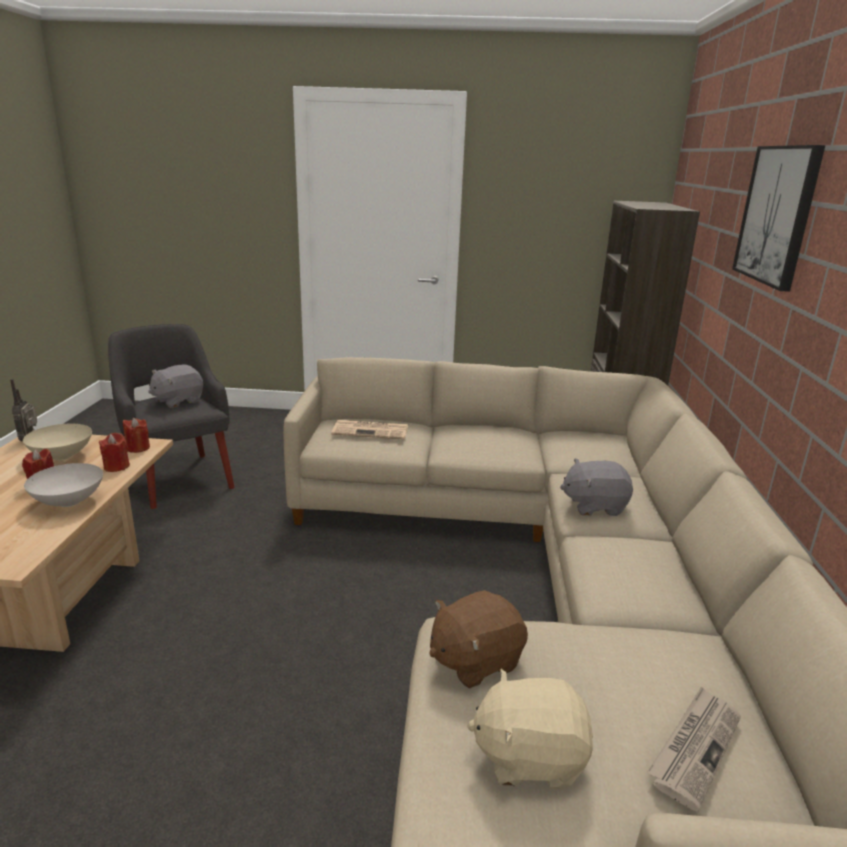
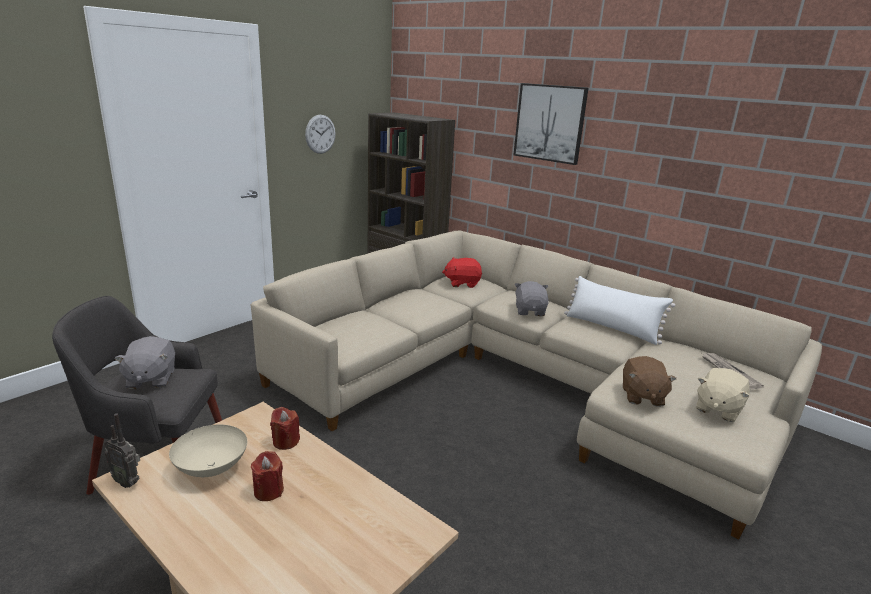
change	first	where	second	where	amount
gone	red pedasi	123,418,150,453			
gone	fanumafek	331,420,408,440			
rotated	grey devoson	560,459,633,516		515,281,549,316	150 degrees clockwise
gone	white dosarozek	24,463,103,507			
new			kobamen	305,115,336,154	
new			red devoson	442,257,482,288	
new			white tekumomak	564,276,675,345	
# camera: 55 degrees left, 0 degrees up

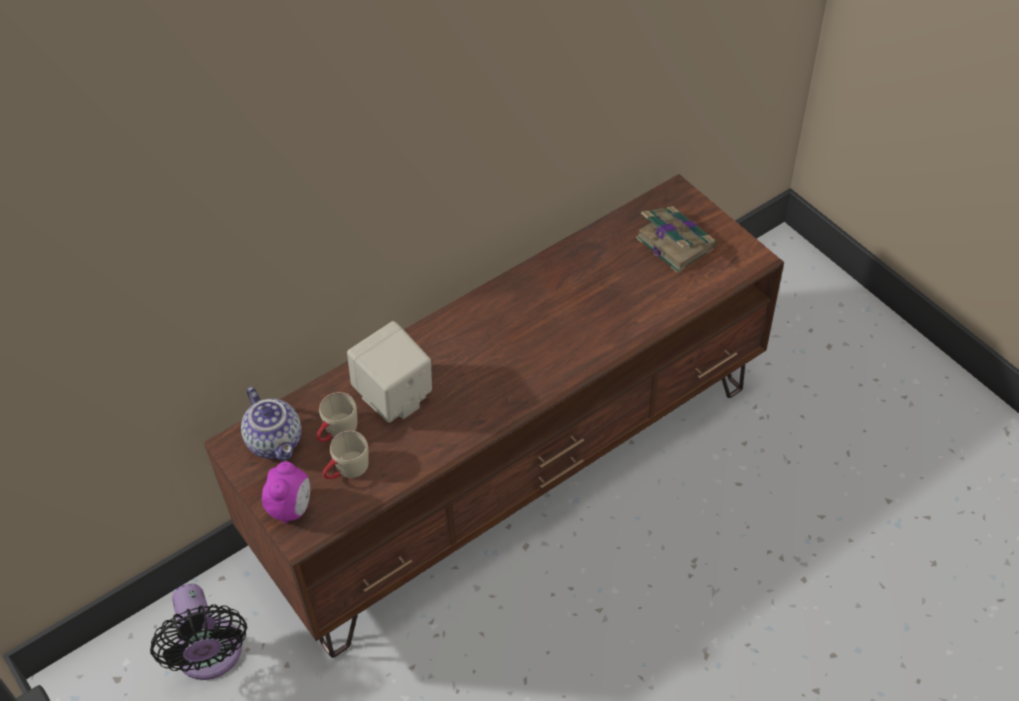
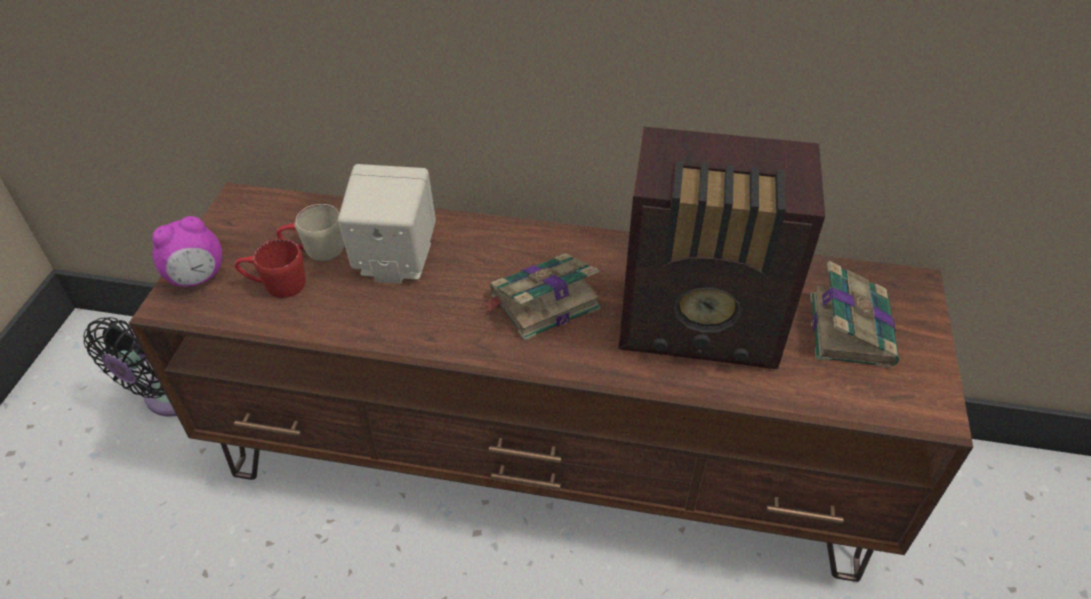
change	first	where	second	where	amount
gone	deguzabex	241,387,301,461			
repainted	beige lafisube	323,431,369,479	red lafisube	235,239,306,298	
new			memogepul	619,127,825,369	
new			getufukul	482,253,601,341	
# camera: 45 degrees right, 5 degrees down

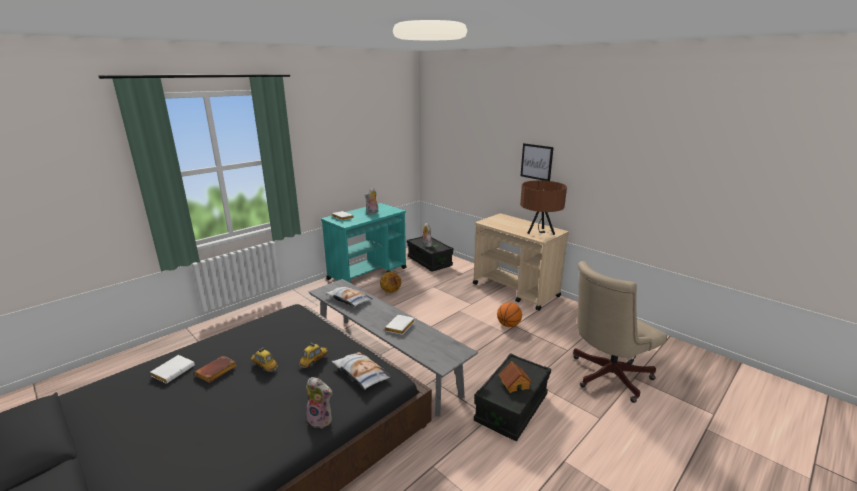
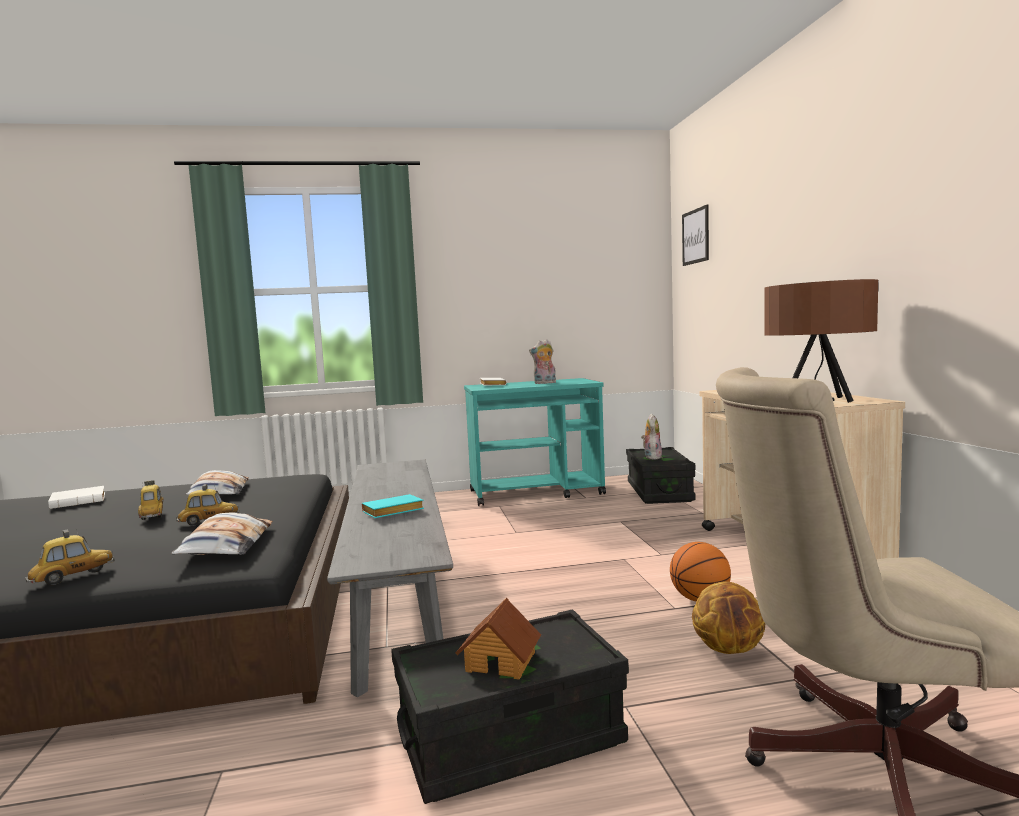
change	first	where	second	where	amount
shifted	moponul	521,143,554,181		682,205,709,266	
shifted	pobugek	380,272,401,293		692,581,765,654	
shifted	tekumomak	325,287,373,306		186,470,249,495	
repainted	white getufukul	385,315,415,335	turquoise getufukul	362,494,424,518	
gone	brown getufukul	195,356,237,383			
swapped	devoson	306,377,333,428	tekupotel	25,528,115,585	
# camera: 35 degrees right, 15 degrees down

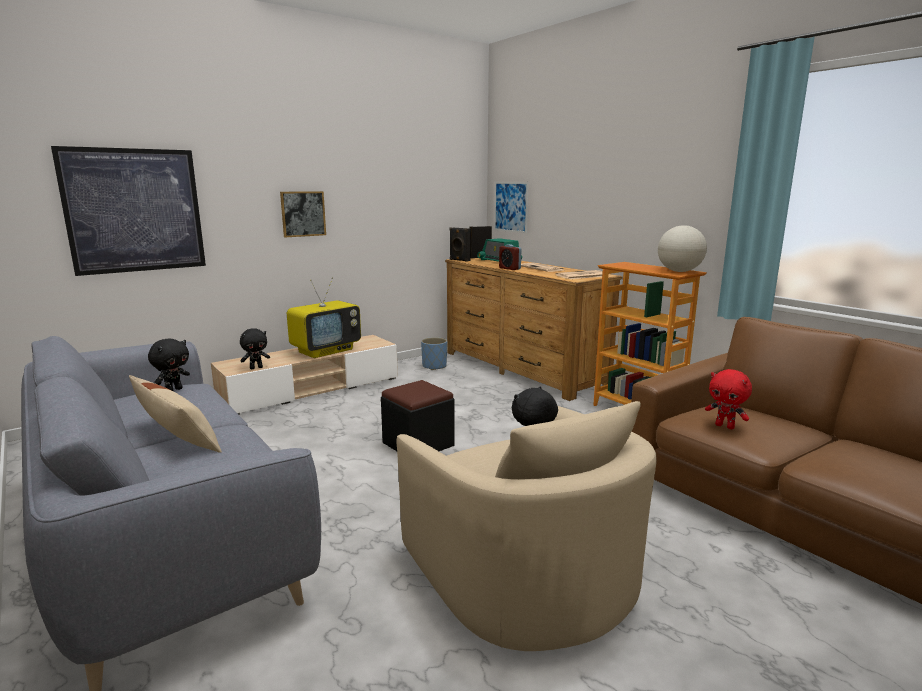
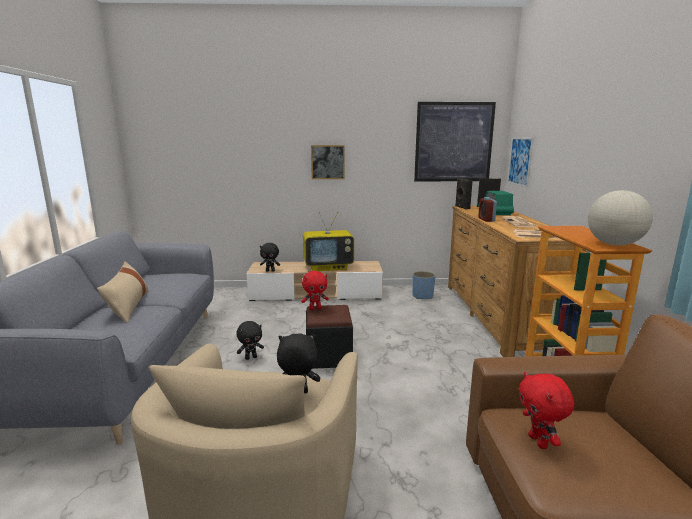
change	first	where	second	where	amount
shifted	moponul	51,146,206,276		414,102,496,181	
shifted	black devoson	148,339,190,391		236,321,264,360	
new			red devoson	301,271,329,310	
# camera: 35 degrees right, 0 degrees up

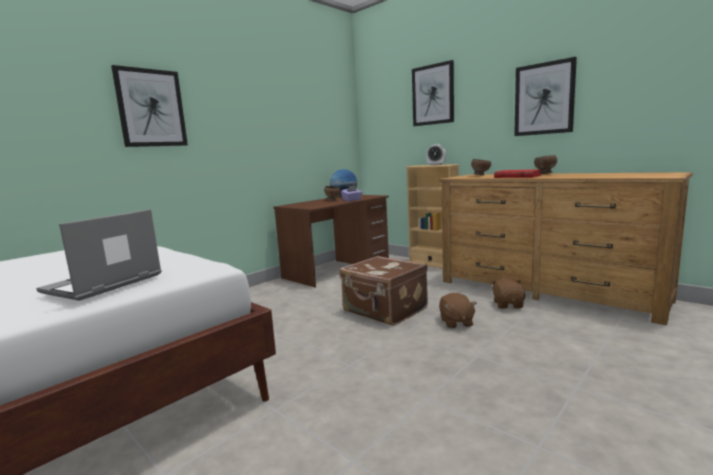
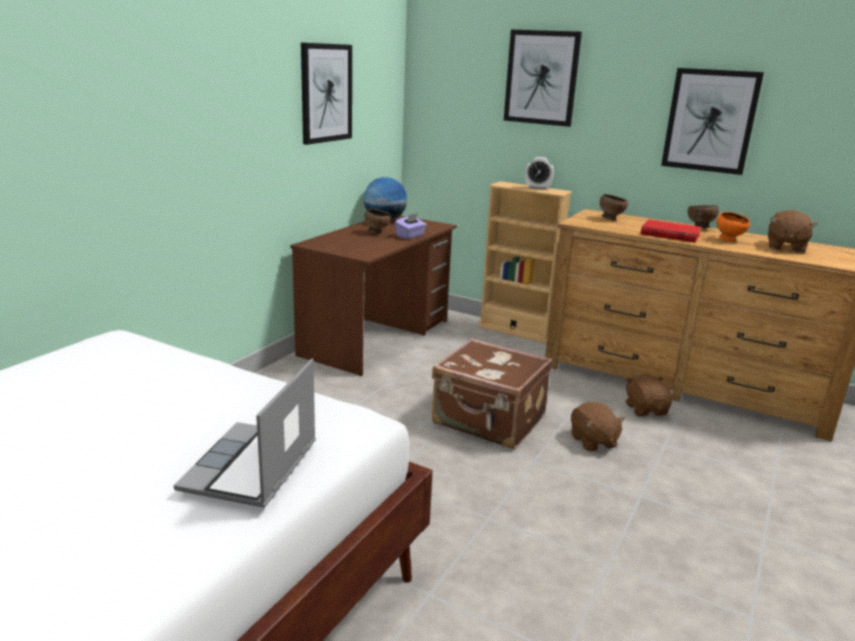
change	first	where	second	where	amount
shifted	moponul	111,65,188,147		301,43,352,145	
new			brown devoson	768,210,818,253	
new			orange dosarozek	717,212,750,242	
# camera: 15 degrees left, 10 degrees up

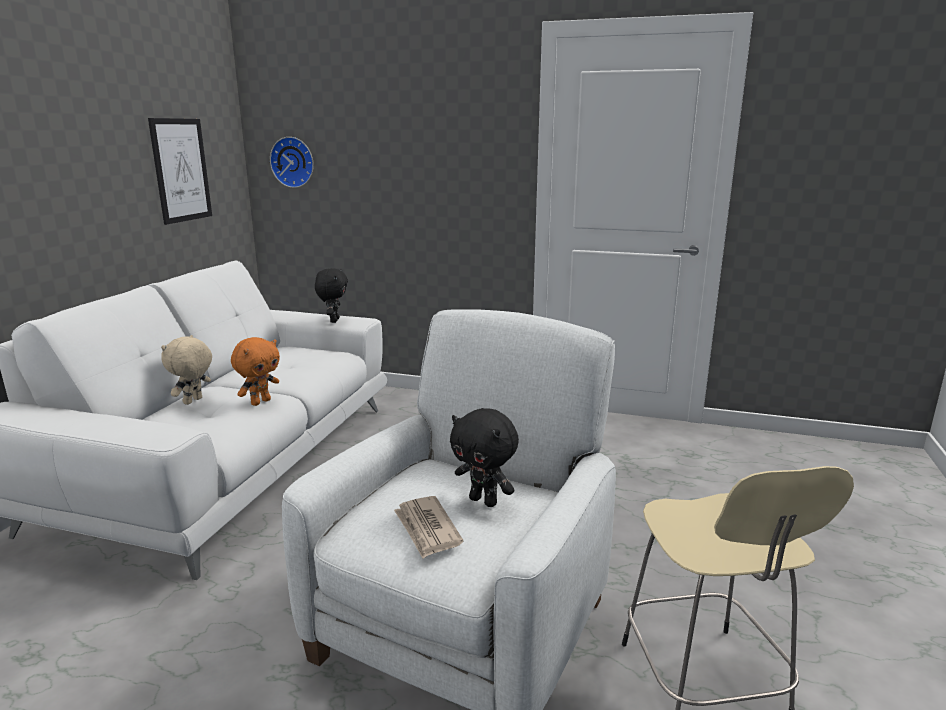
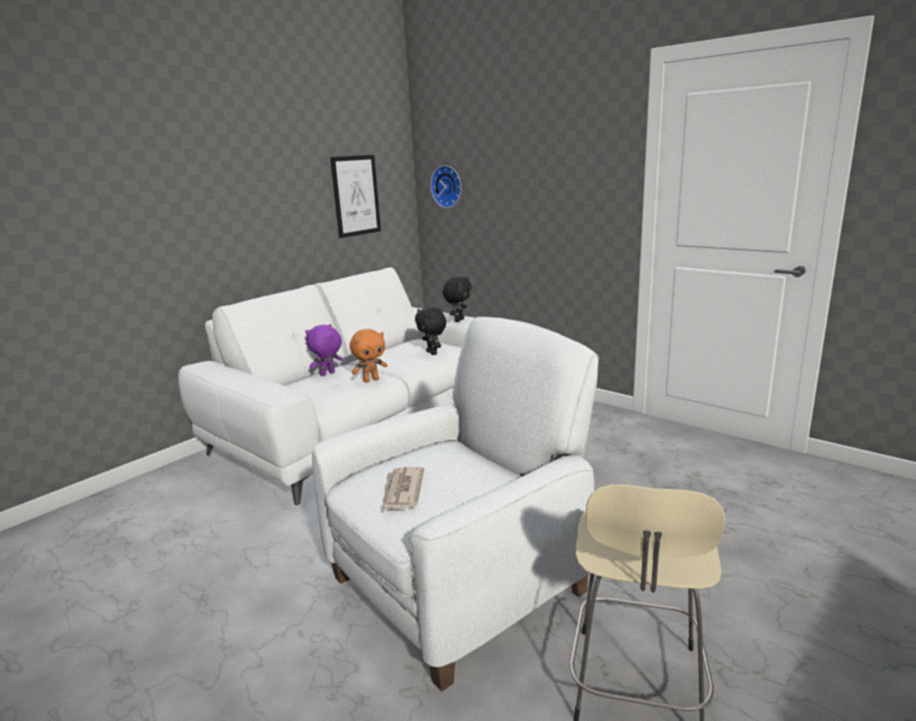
change	first	where	second	where	amount
repainted	beige devoson	161,335,212,405	purple devoson	305,324,343,376	
shifted	black devoson	450,408,519,507		415,307,446,355	
# camera: 25 degrees right, 0 degrees up

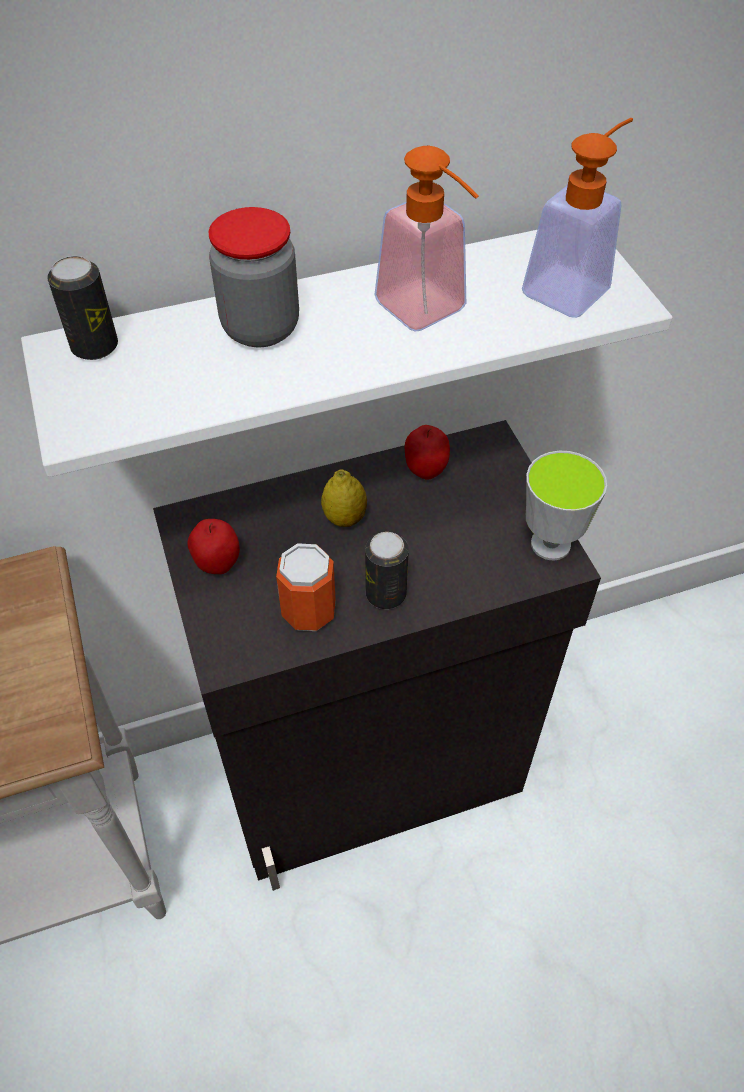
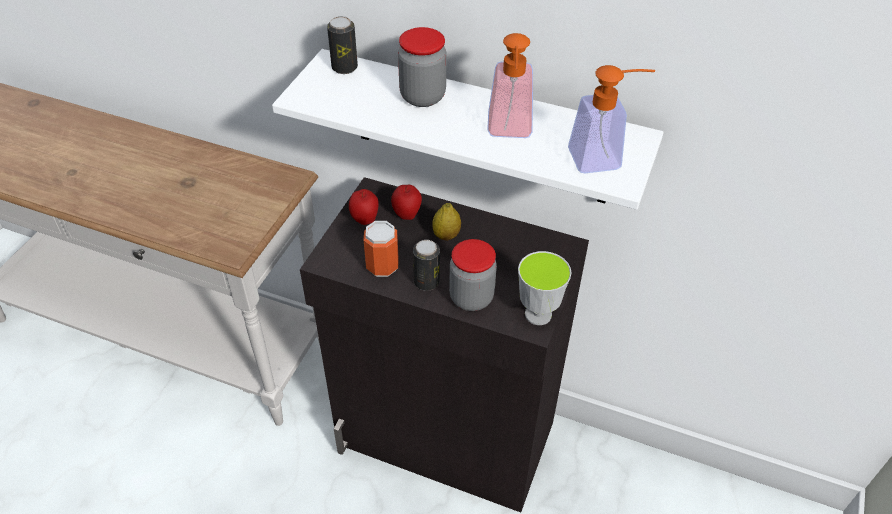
change	first	where	second	where	amount
shifted	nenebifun	405,425,450,480		391,185,422,220	
new			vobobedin	449,239,497,311	
# camera: 40 degrees right, 5 degrees down

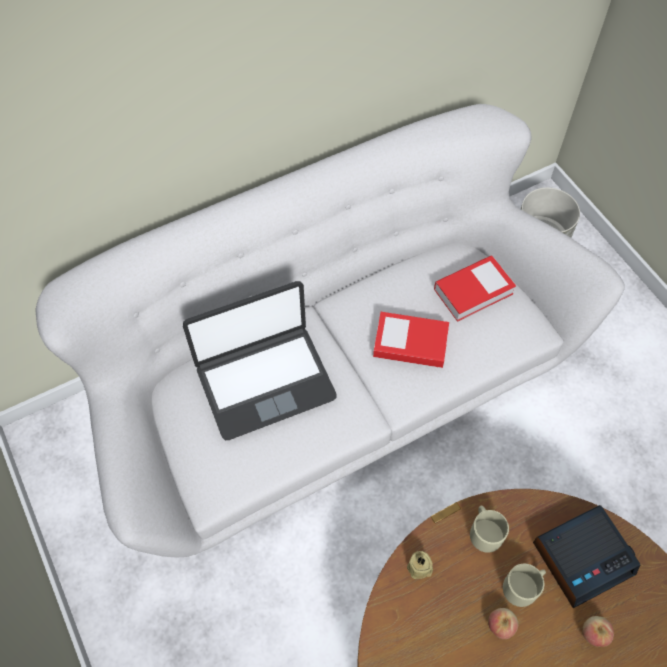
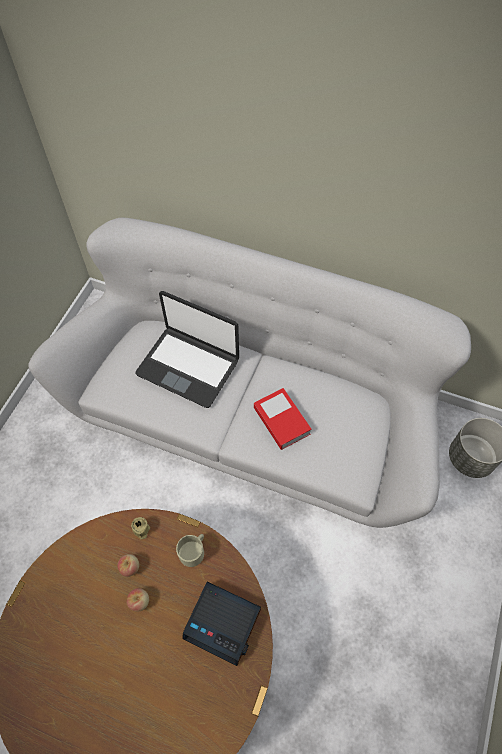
change	first	where	second	where	amount
gone	getufukul	434,255,516,322			
gone	beige lafisube	503,564,546,607			
shifted	nenebifun	582,616,614,647		117,554,139,577	
# camera: 50 degrees right, 0 degrees up

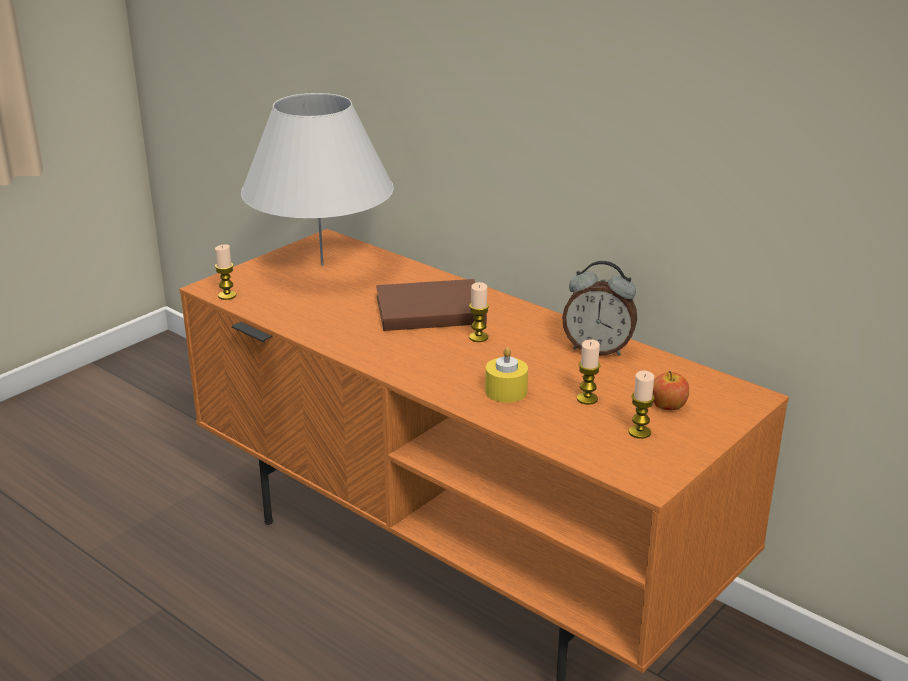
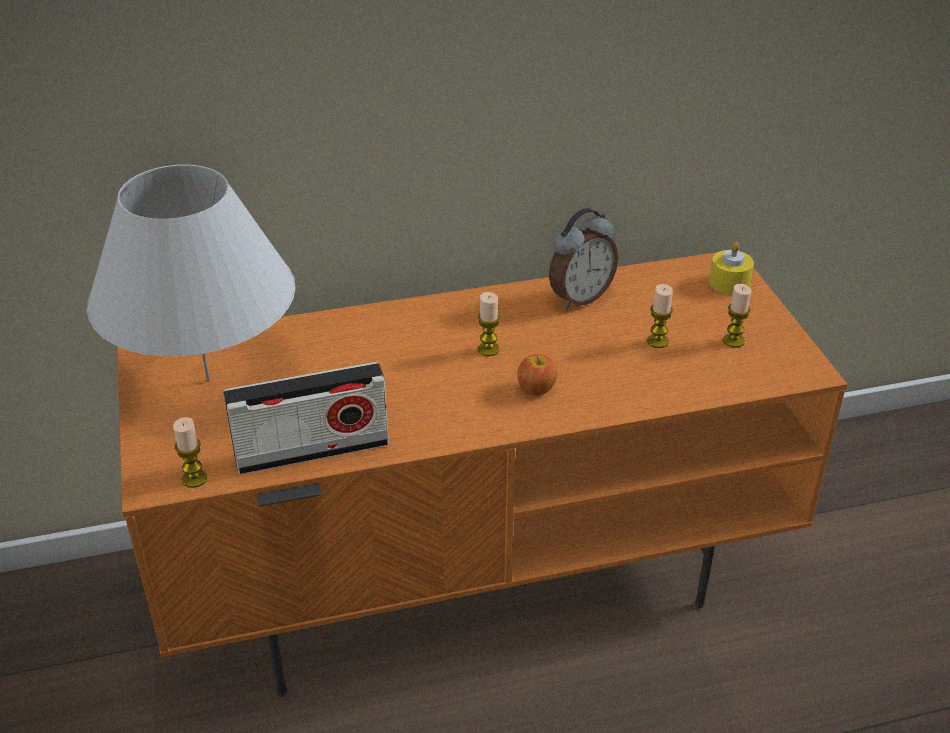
change	first	where	second	where	amount
gone	brown getufukul	376,279,487,331			
shifted	yellow pedasi	485,347,528,403		709,242,754,295	
shifted	nenebifun	653,371,689,410		517,354,557,396	
new			memogepul	223,362,389,475	
# camera: 55 degrees left, 10 degrees up

